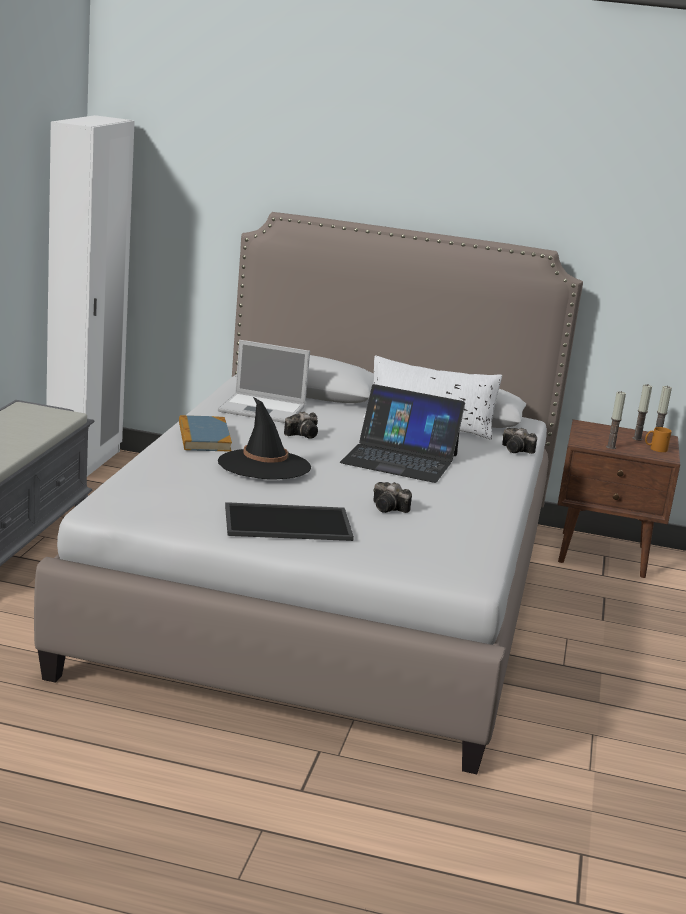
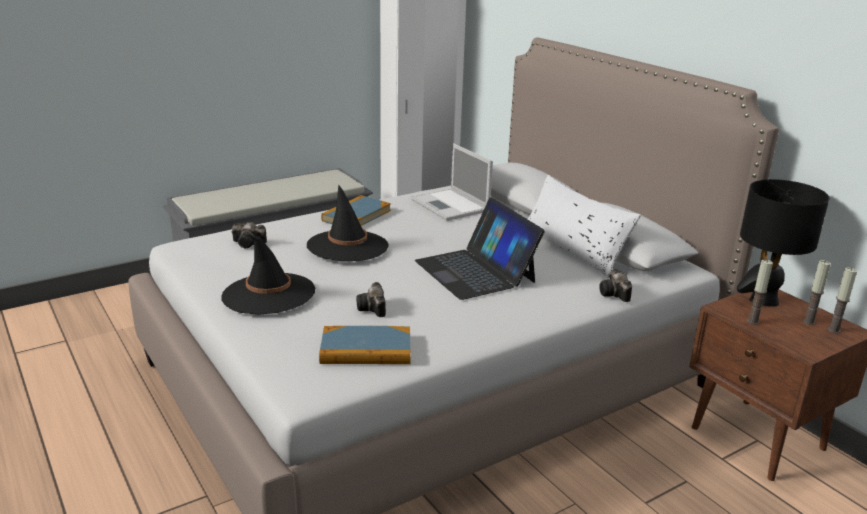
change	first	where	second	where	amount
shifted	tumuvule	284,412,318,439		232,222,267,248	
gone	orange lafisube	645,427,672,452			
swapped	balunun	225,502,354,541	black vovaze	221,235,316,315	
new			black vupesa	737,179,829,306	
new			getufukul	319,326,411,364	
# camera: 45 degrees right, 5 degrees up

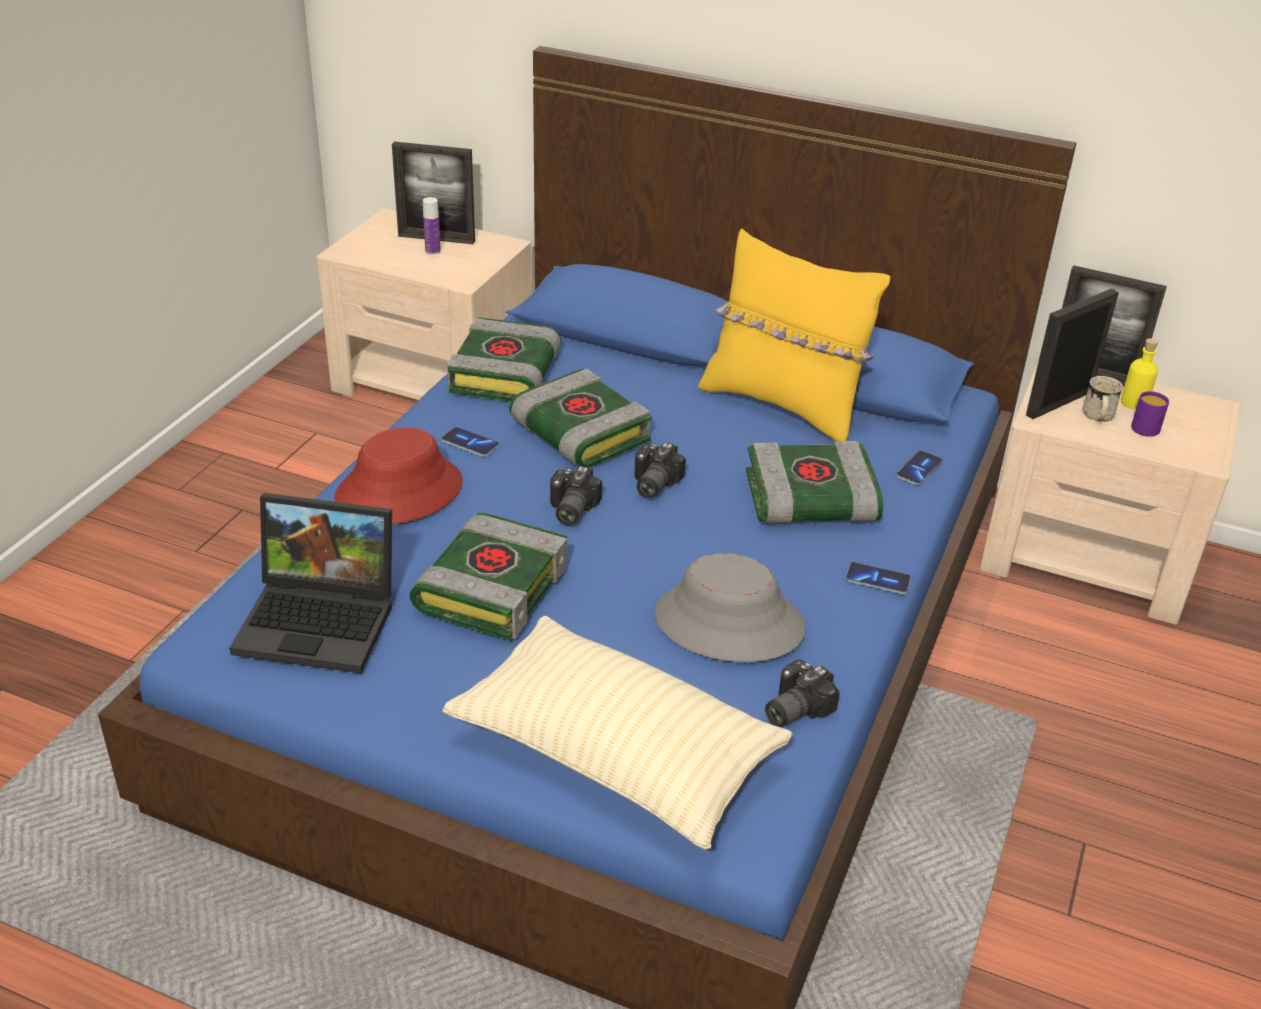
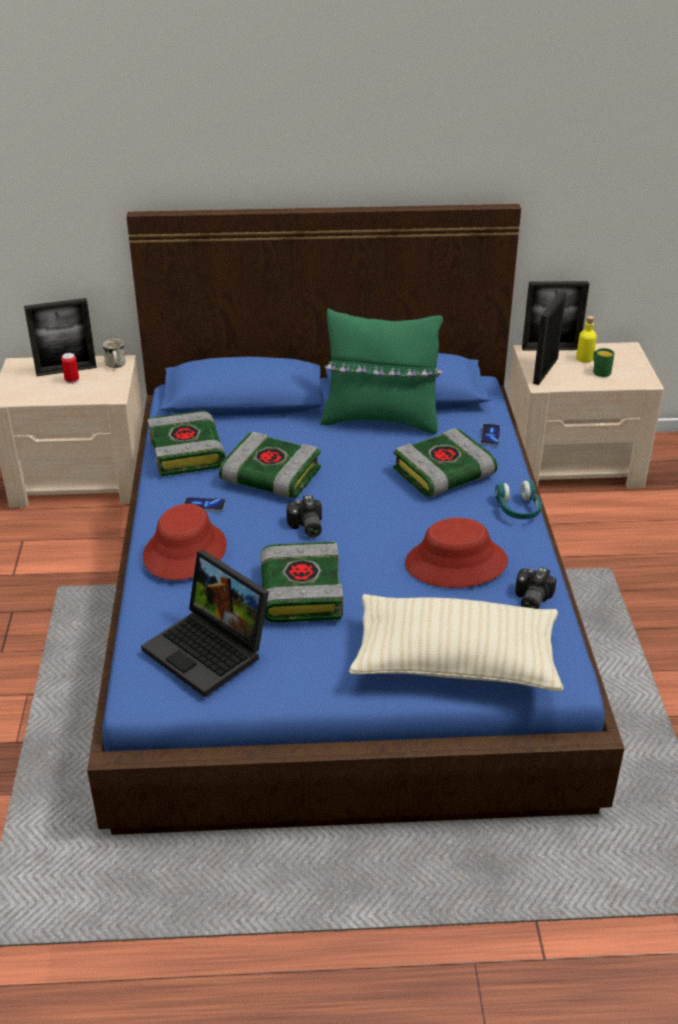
change	first	where	second	where	amount
swapped	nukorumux	423,197,441,255	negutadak	61,353,79,384	
repainted	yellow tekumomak	698,229,890,442	green tekumomak	320,308,443,434	
shifted	white lafisube	1082,376,1123,422		103,339,126,368	
repainted	purple lafisube	1131,391,1169,437	green lafisube	593,348,614,377	
gone	tumuvule	634,442,686,498			
rotated	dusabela	229,493,392,673		141,550,269,697	60 degrees clockwise
repainted	grey vovaze	654,553,806,662	red vovaze	405,518,508,588	
swapped	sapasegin	846,562,911,594	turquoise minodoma	495,480,542,519	
# camera: 25 degrees left, 0 degrees up

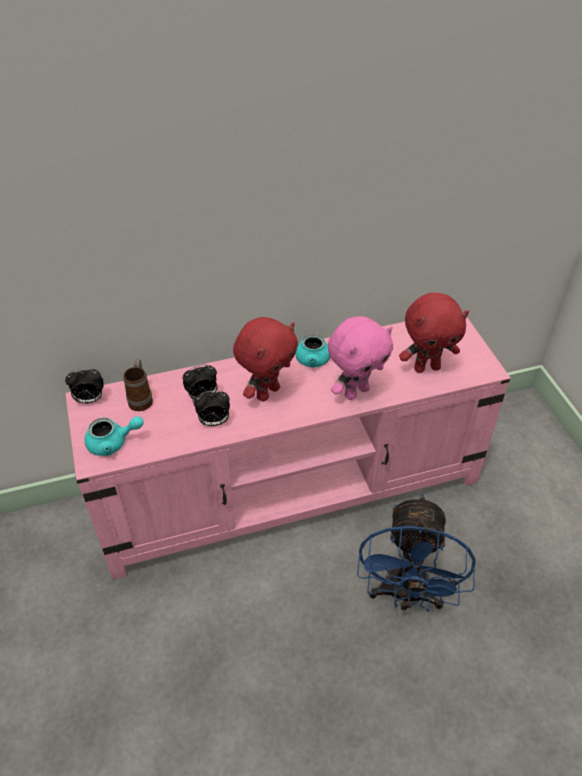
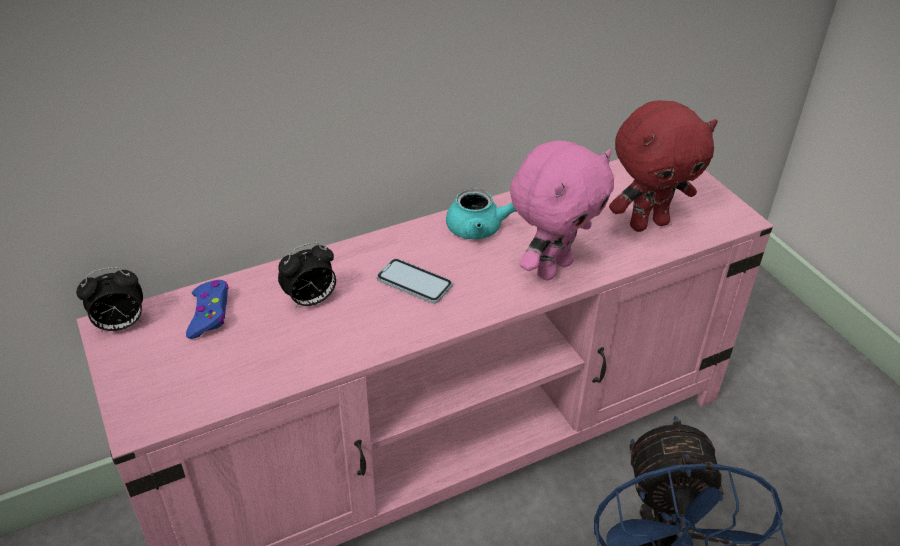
change	first	where	second	where	amount
swapped	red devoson	233,317,298,402	sapasegin	377,258,453,304	
swapped	lafisube	123,359,153,411	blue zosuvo	186,280,229,339	
gone	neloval	194,390,230,426			
gone	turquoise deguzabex	84,416,144,456			
# camera: 10 degrees left, 5 degrees down

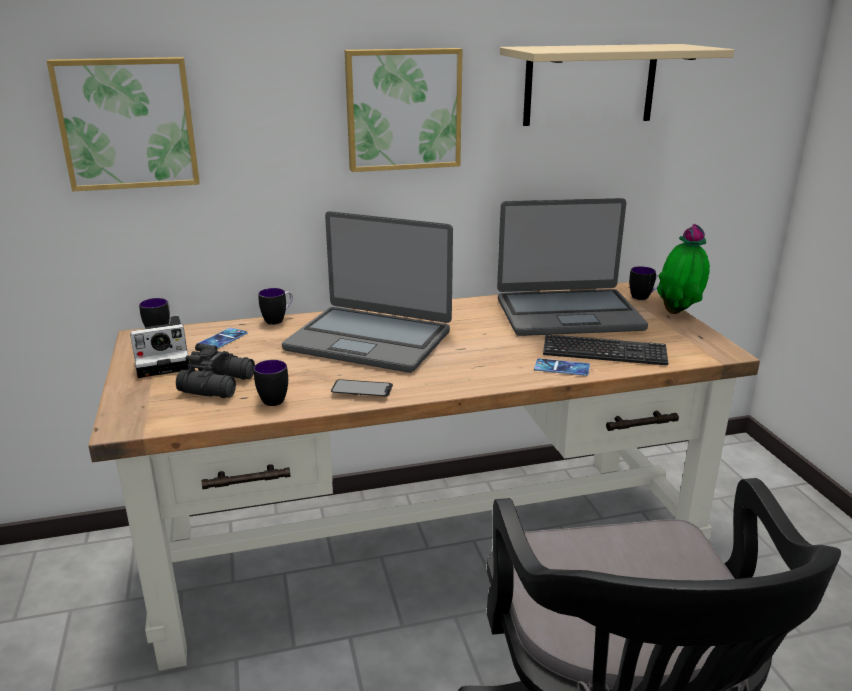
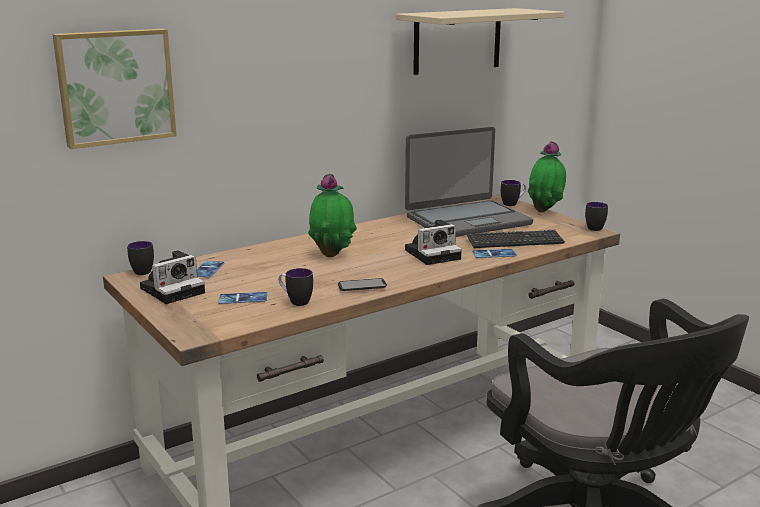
change	first	where	second	where	amount
gone	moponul	345,48,463,172			
swapped	dusabela	282,211,453,373	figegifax	308,174,357,257	
shifted	lafisube	258,288,293,325		585,202,608,231	
swapped	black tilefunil	176,343,255,398	sapasegin	218,292,267,304	
new			tumuvule	405,220,462,265	
# camera: 20 degrees left, 5 degrees down

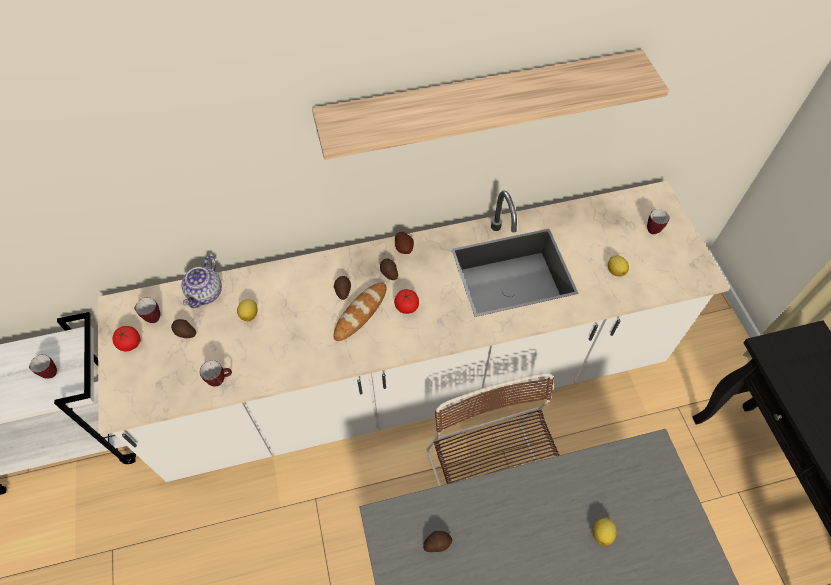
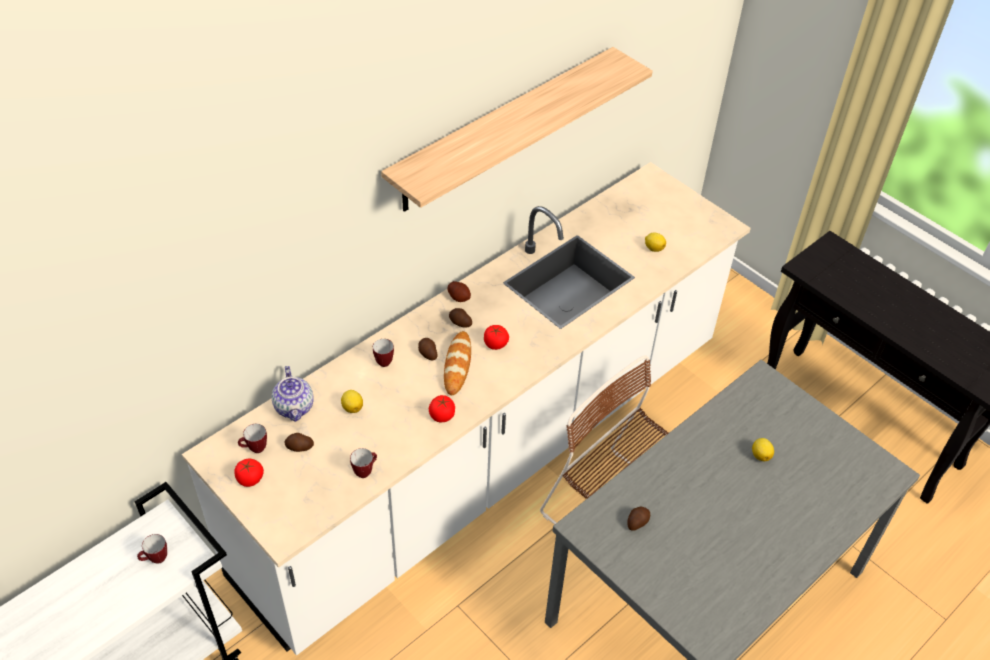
change	first	where	second	where	amount
shifted	lafisube	647,209,669,234		373,339,394,367	
new			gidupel	429,395,455,422	
# camera: 30 degrees left, 10 degrees down

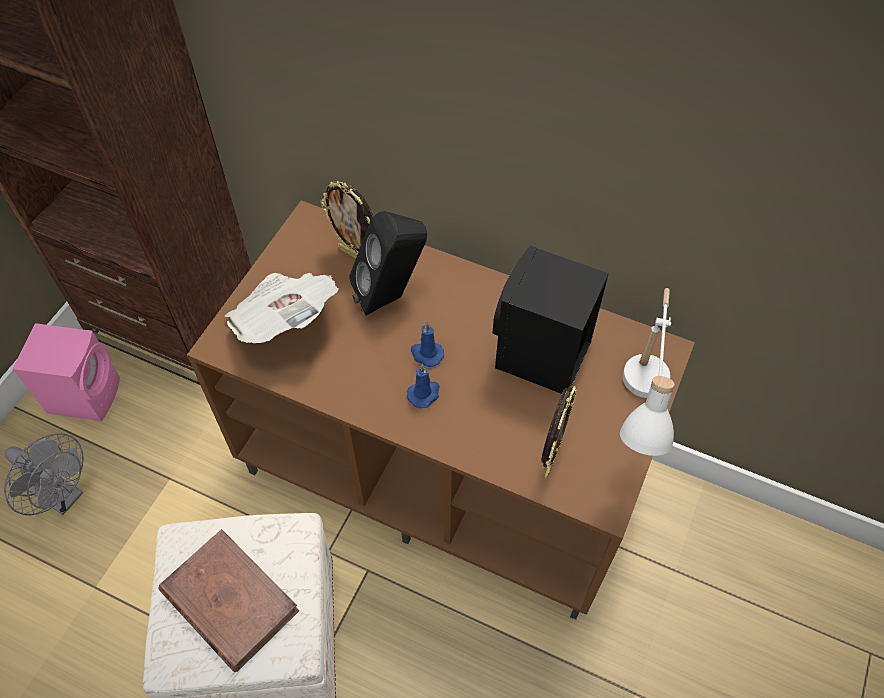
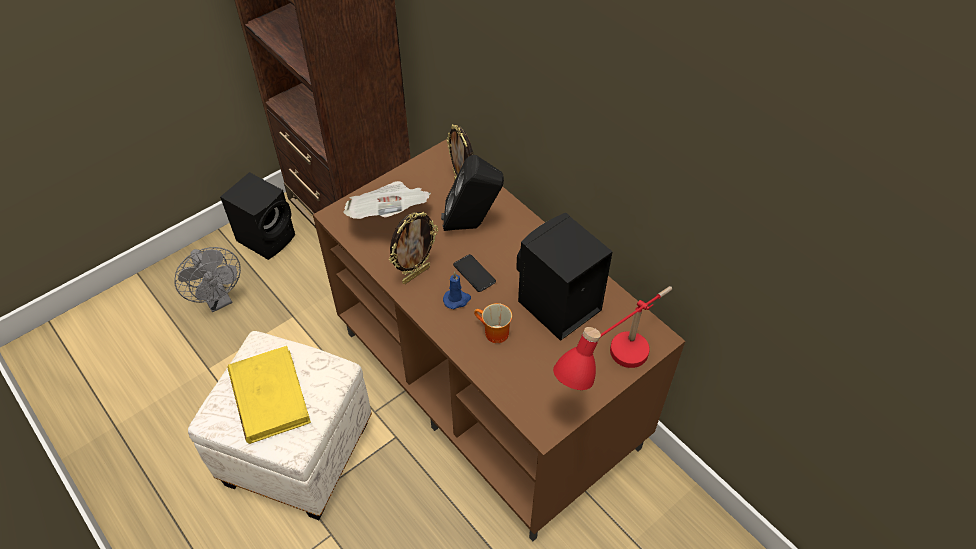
change	first	where	second	where	amount
repainted	white vupesa	620,288,674,456	red vupesa	553,286,672,390	
swapped	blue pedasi	411,322,444,367	sapasegin	453,254,496,292	
repainted	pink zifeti	13,323,120,422	black zifeti	220,172,295,260	
shifted	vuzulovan	541,386,577,479		389,212,438,284	
repainted	brown getufukul	158,529,299,672	yellow getufukul	227,346,311,444	
new			lafisube	474,303,512,343	
# camera: 25 degrees right, 5 degrees down

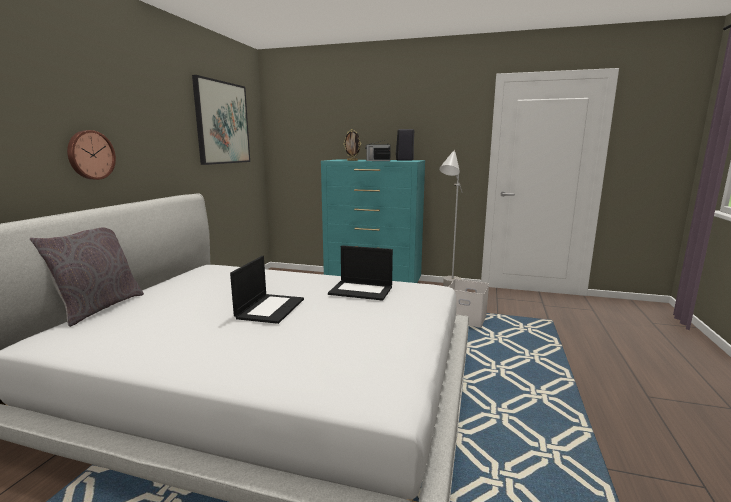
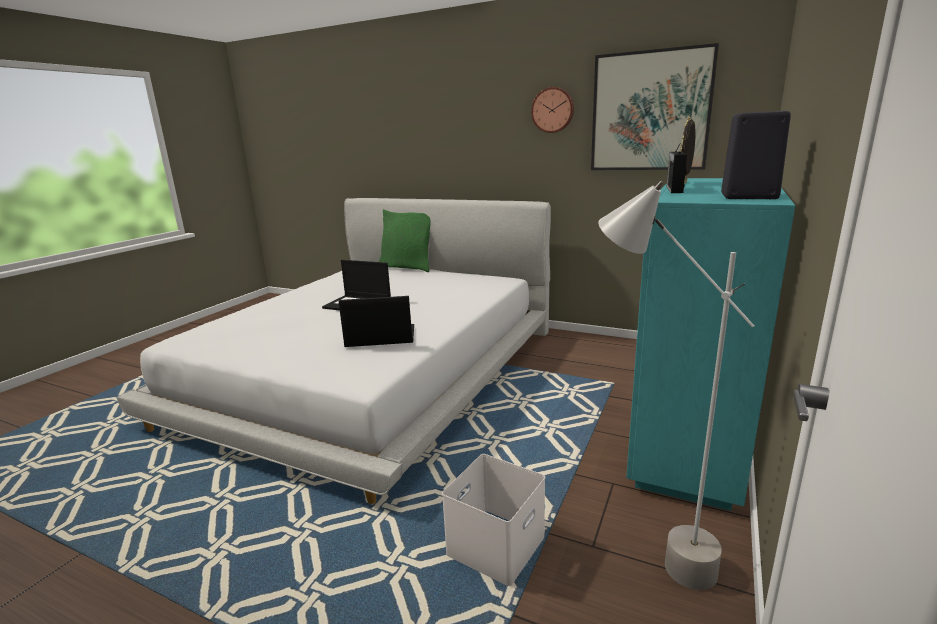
change	first	where	second	where	amount
shifted	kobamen	67,130,116,180		531,87,574,133	
repainted	grey tekumomak	30,227,144,327	green tekumomak	378,209,430,272	
rotated	dusabela	328,245,393,301		339,296,414,347	60 degrees clockwise
# camera: 100 degrees right, 5 degrees up

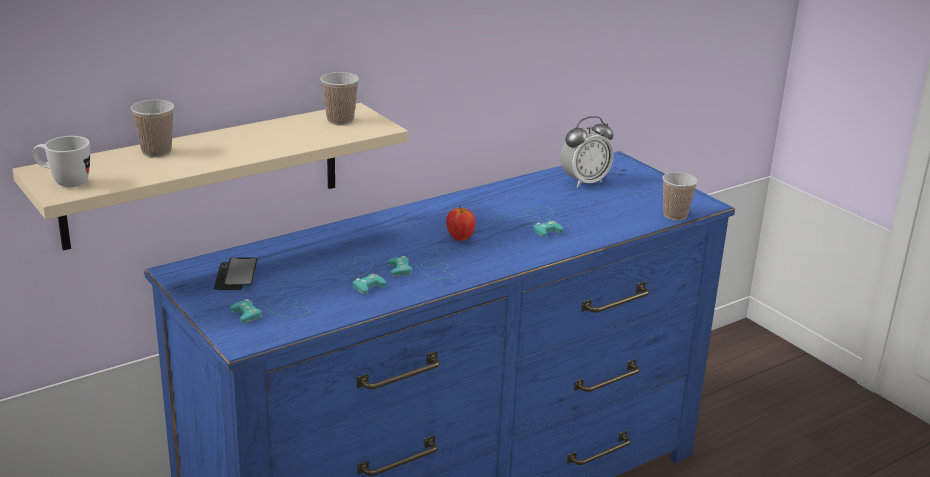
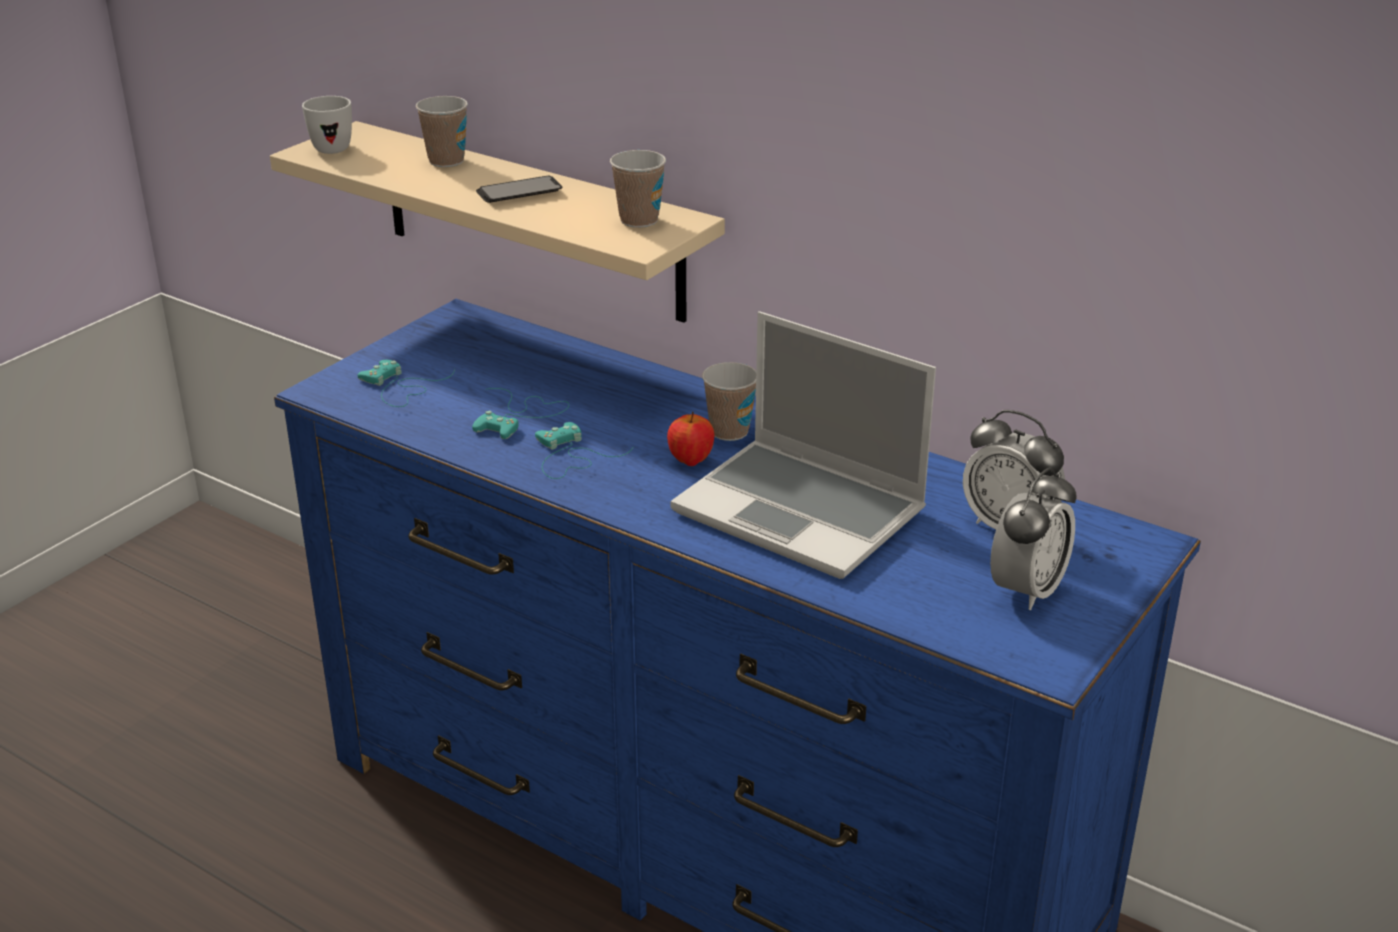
change	first	where	second	where	amount
shifted	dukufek	662,172,698,221		702,362,756,441	
swapped	turquoise zosuvo	499,206,564,237	dusabela	670,311,936,579	
shifted	sapasegin	214,257,257,290		476,176,563,203	
new			neloval	990,467,1076,610	
# camera: 70 degrees right, 5 degrees up

